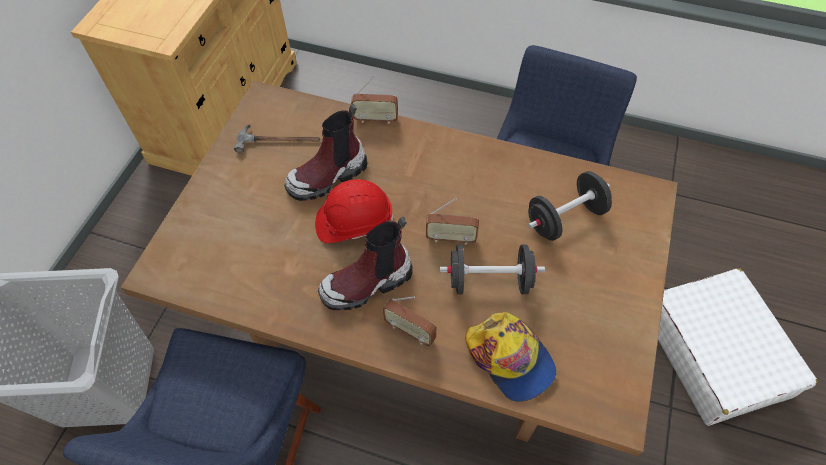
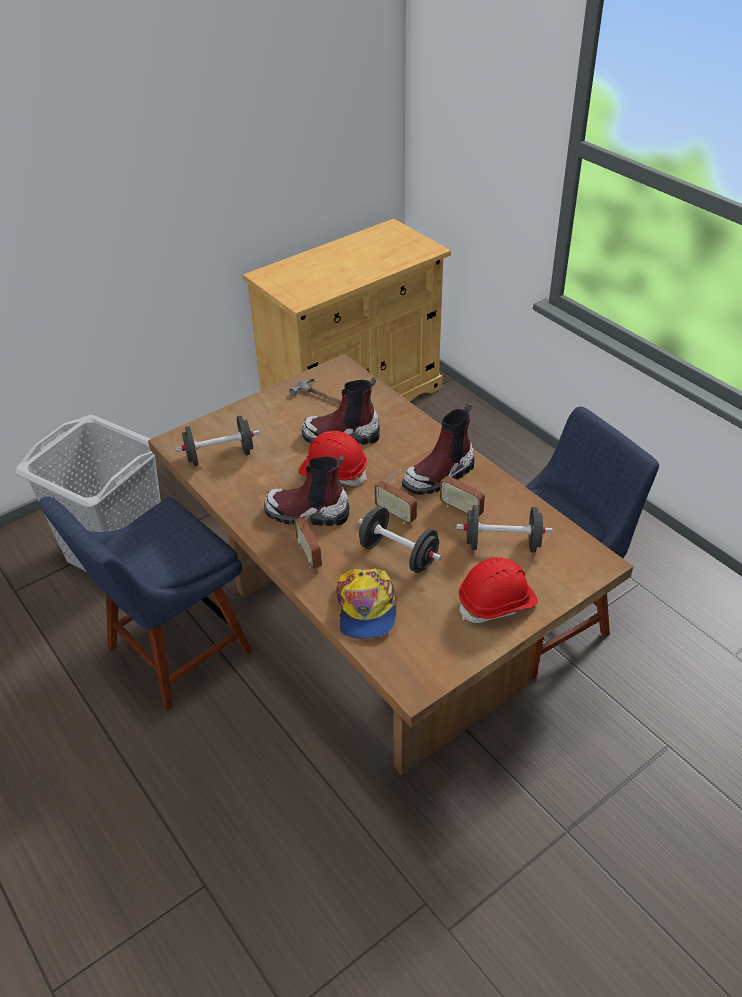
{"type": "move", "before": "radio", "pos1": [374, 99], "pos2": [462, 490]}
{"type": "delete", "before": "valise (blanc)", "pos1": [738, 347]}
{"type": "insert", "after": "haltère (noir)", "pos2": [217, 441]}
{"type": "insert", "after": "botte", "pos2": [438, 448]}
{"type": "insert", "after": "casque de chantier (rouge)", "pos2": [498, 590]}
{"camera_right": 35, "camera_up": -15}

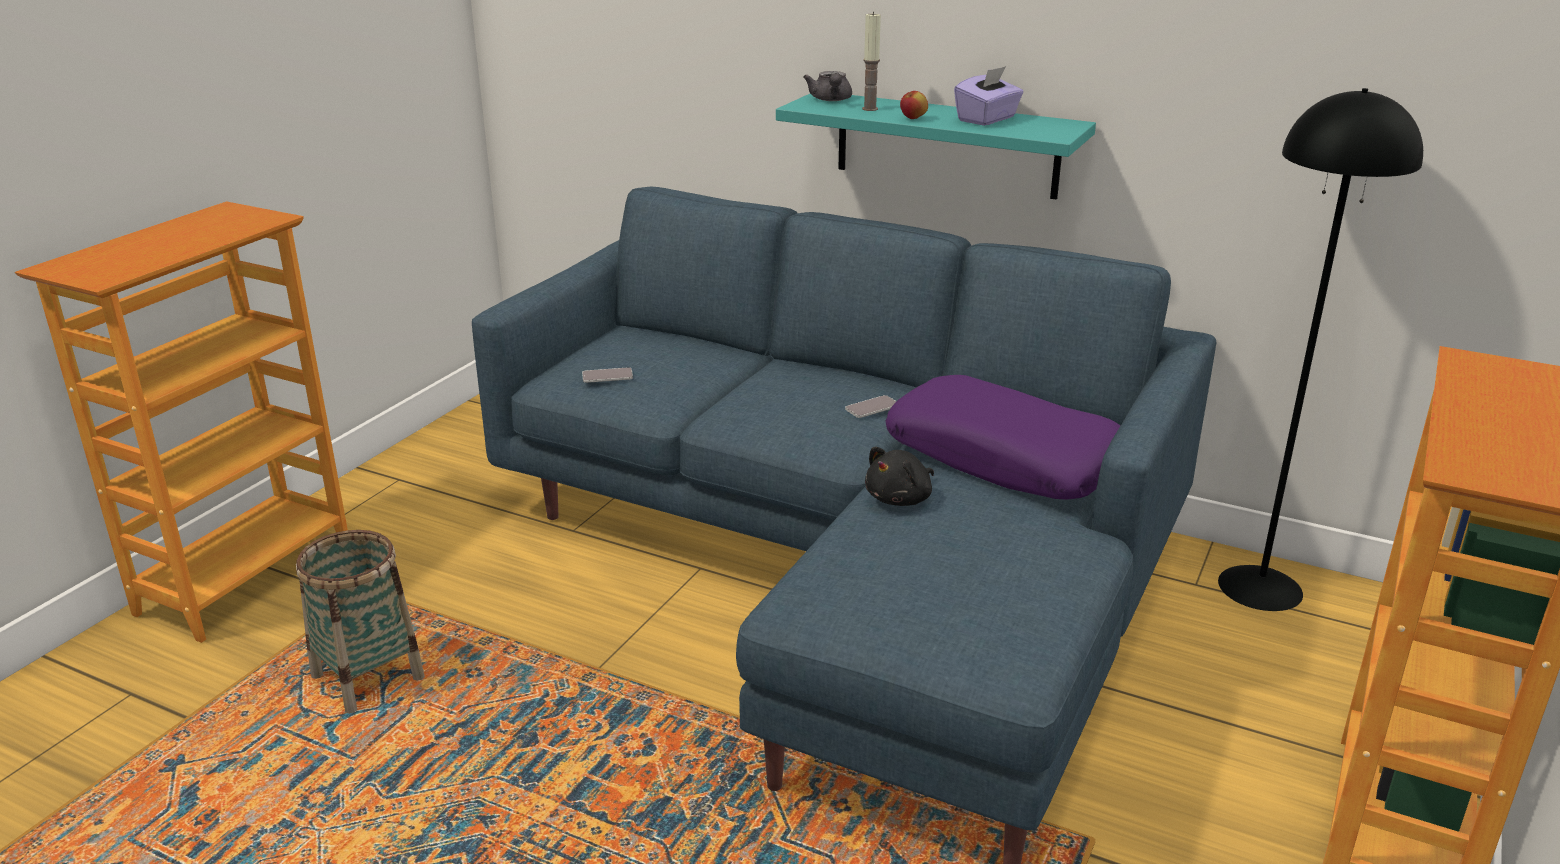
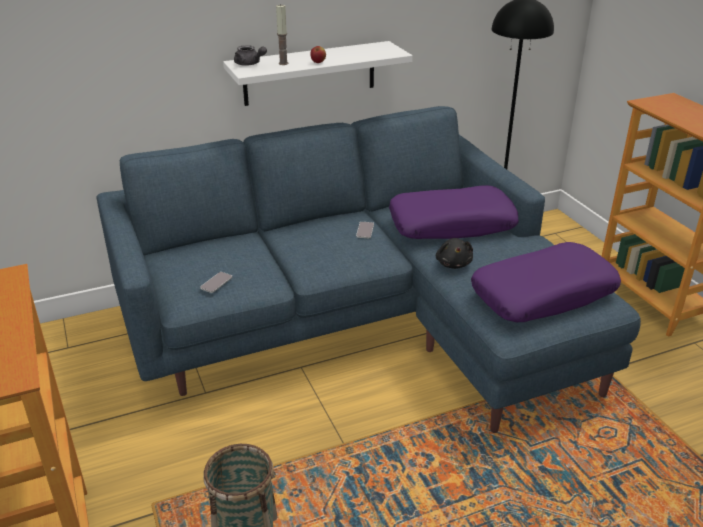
{"type": "recolor", "before": "étagère (turquoise)", "after": "étagère (blanc)", "pos1": [936, 147], "pos2": [318, 73]}
{"type": "delete", "before": "boîte à mouchoirs (violet)", "pos1": [989, 96]}
{"type": "insert", "after": "coussin (violet)", "pos2": [546, 282]}
{"camera_right": -50, "camera_up": 5}

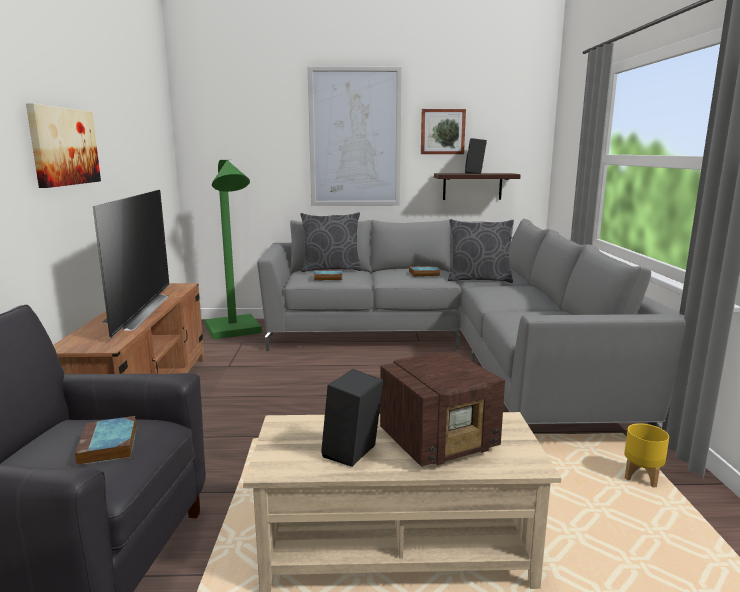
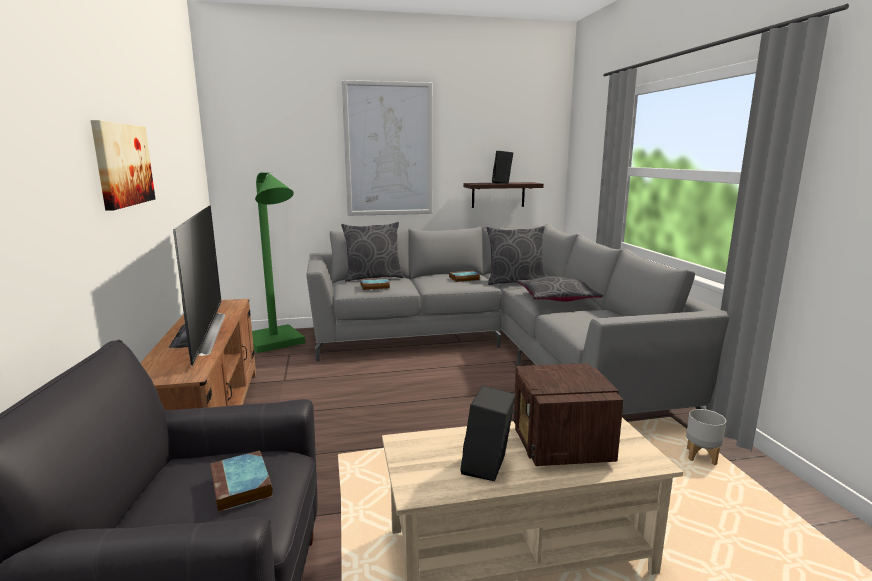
{"type": "rotate", "before": "radio", "pos1": [442, 409], "pos2": [568, 414], "turn": 120}
{"type": "delete", "before": "tableau", "pos1": [443, 131]}
{"type": "recolor", "before": "cache-pot (jaune)", "after": "cache-pot (gris)", "pos1": [646, 455], "pos2": [706, 437]}
{"type": "insert", "after": "coussin (gris)", "pos2": [559, 289]}
{"camera_right": -10, "camera_up": 0}

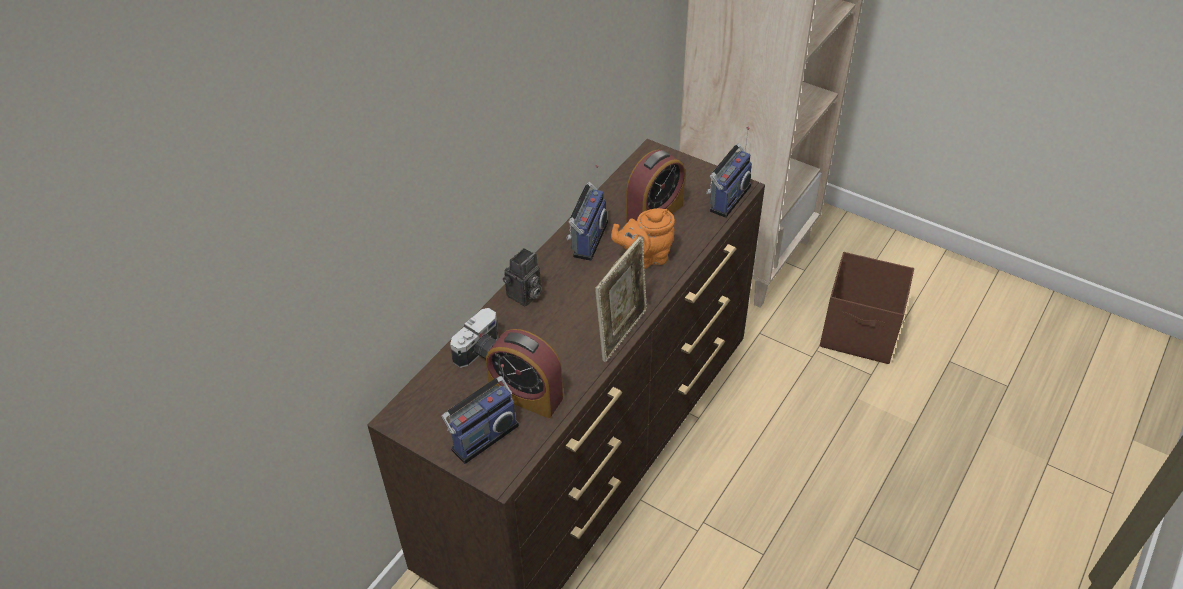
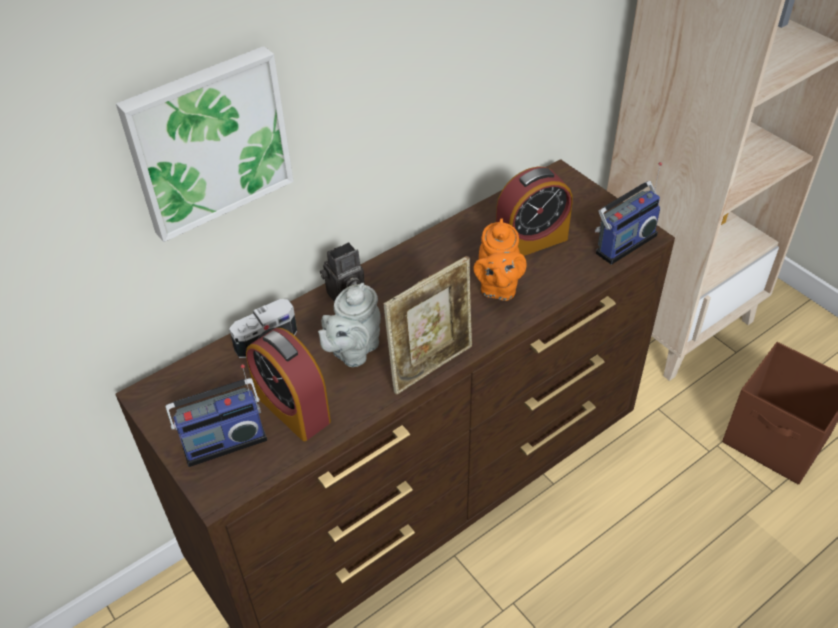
{"type": "delete", "before": "radio", "pos1": [587, 213]}
{"type": "rotate", "before": "théière (orange)", "pos1": [643, 238], "pos2": [500, 259], "turn": -90}
{"type": "insert", "after": "tableau", "pos2": [205, 144]}
{"type": "insert", "after": "théière (gris)", "pos2": [349, 325]}
{"camera_right": 20, "camera_up": 0}

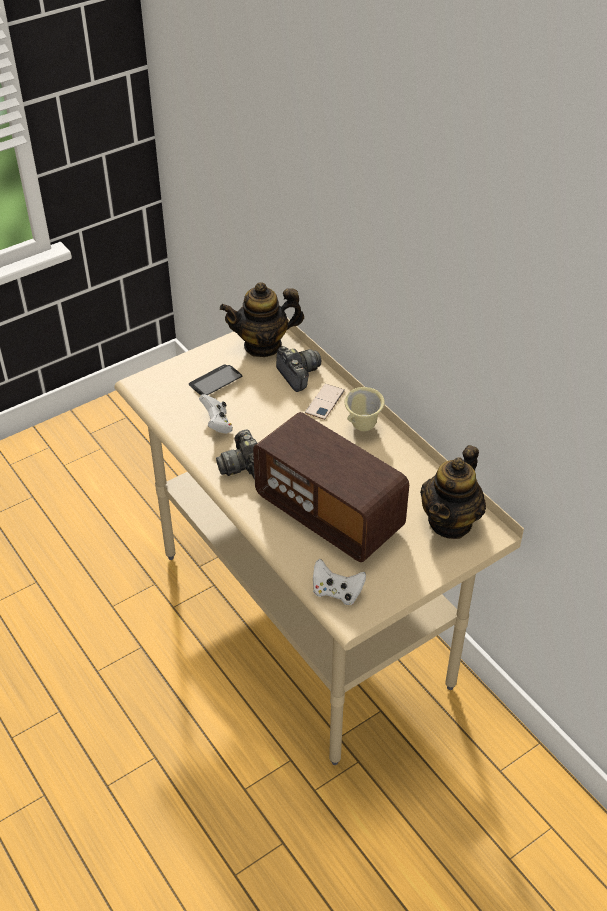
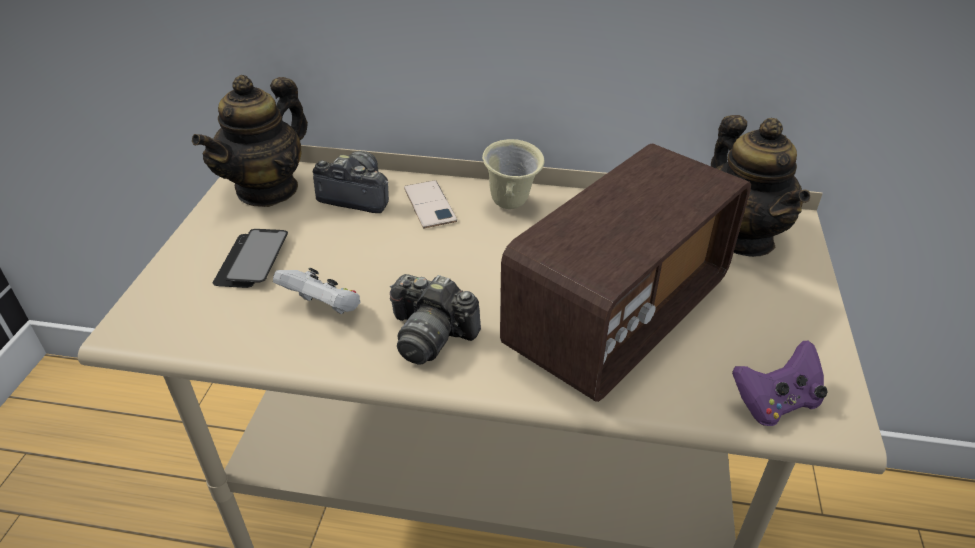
{"type": "rotate", "before": "radio", "pos1": [331, 487], "pos2": [625, 272], "turn": -45}
{"type": "recolor", "before": "manette (blanc)", "after": "manette (violet)", "pos1": [339, 582], "pos2": [780, 383]}
{"camera_right": -45, "camera_up": -5}

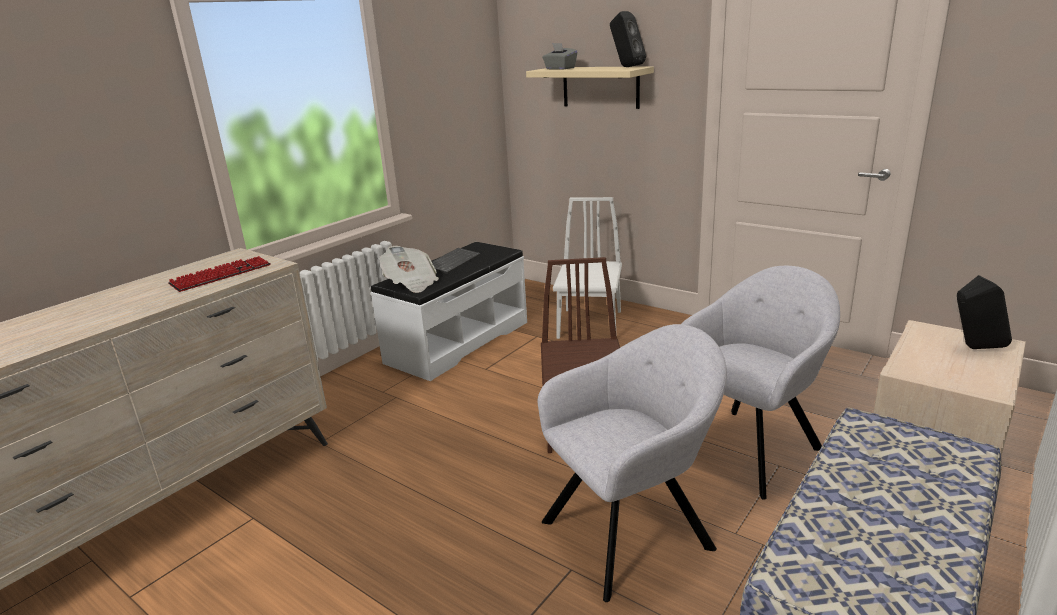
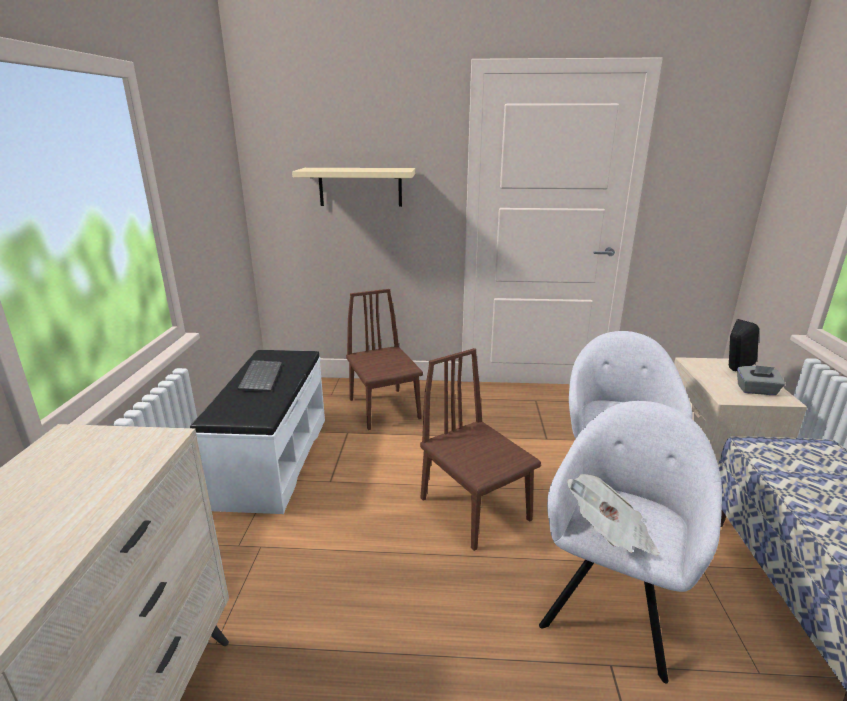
{"type": "delete", "before": "clavier", "pos1": [219, 274]}
{"type": "move", "before": "journal", "pos1": [409, 269], "pos2": [613, 515]}
{"type": "move", "before": "boîte à mouchoirs (gris)", "pos1": [560, 56], "pos2": [761, 380]}
{"type": "recolor", "before": "chaise (blanc)", "after": "chaise (marron)", "pos1": [587, 268], "pos2": [384, 359]}
{"type": "delete", "before": "enceinte (noir)", "pos1": [628, 39]}
{"camera_right": -35, "camera_up": 0}

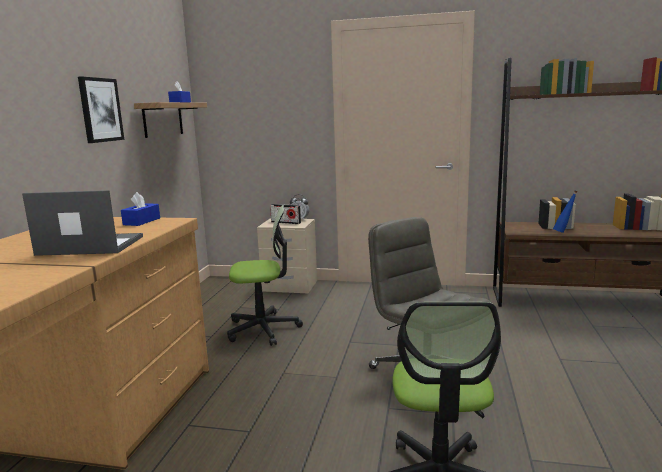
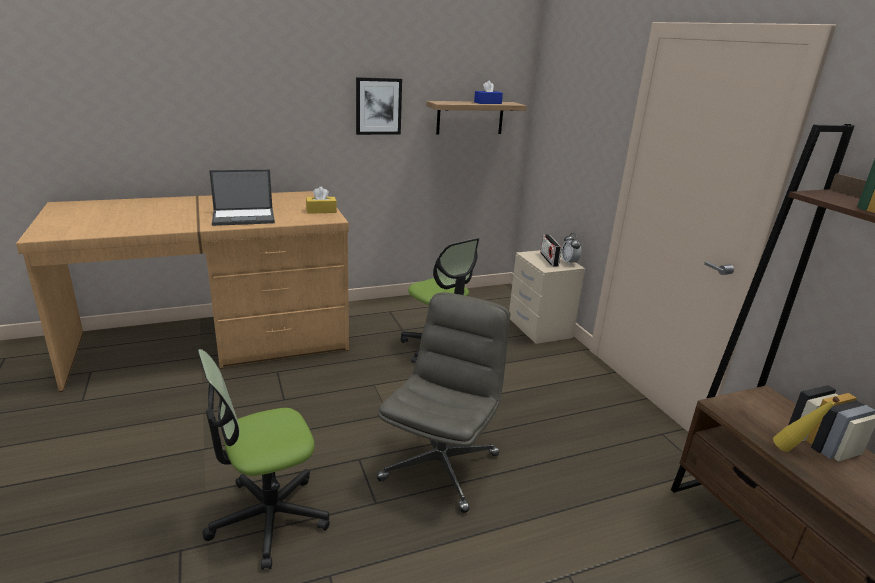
{"type": "rotate", "before": "ordinateur portable", "pos1": [82, 223], "pos2": [242, 197], "turn": 105}
{"type": "recolor", "before": "boîte à mouchoirs (bleu)", "after": "boîte à mouchoirs (jaune)", "pos1": [140, 209], "pos2": [321, 200]}
{"type": "recolor", "before": "bouteille (bleu)", "after": "bouteille (jaune)", "pos1": [565, 212], "pos2": [806, 424]}
{"camera_right": 55, "camera_up": 10}

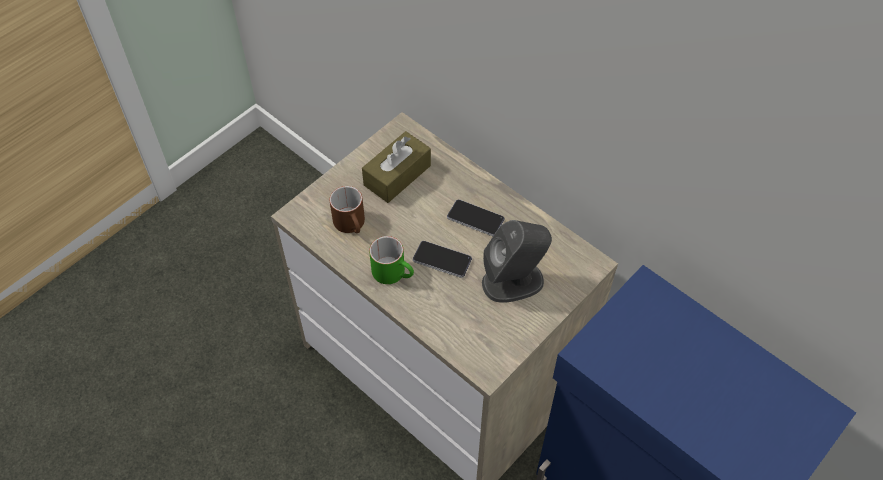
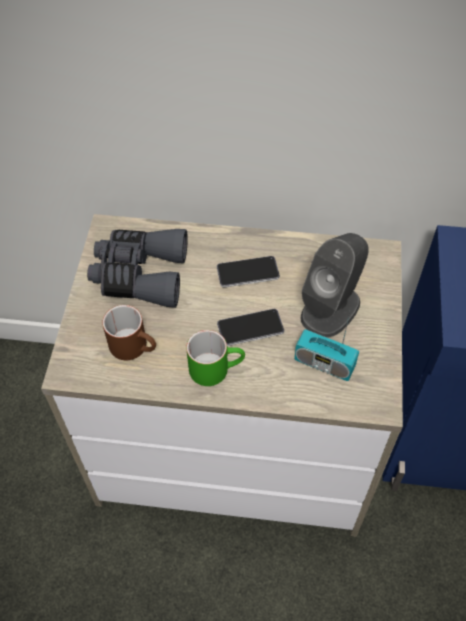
{"type": "replace", "before": "boîte à mouchoirs (marron)", "after": "jumelles (gris)", "pos1": [396, 167], "pos2": [137, 268]}
{"type": "insert", "after": "radio", "pos2": [326, 346]}
{"camera_right": -35, "camera_up": 0}

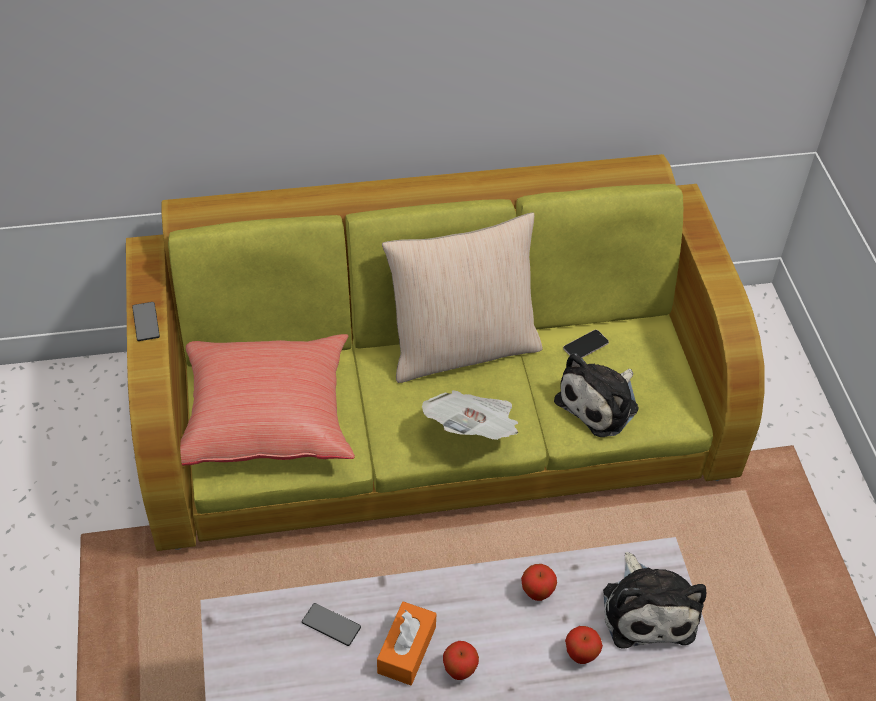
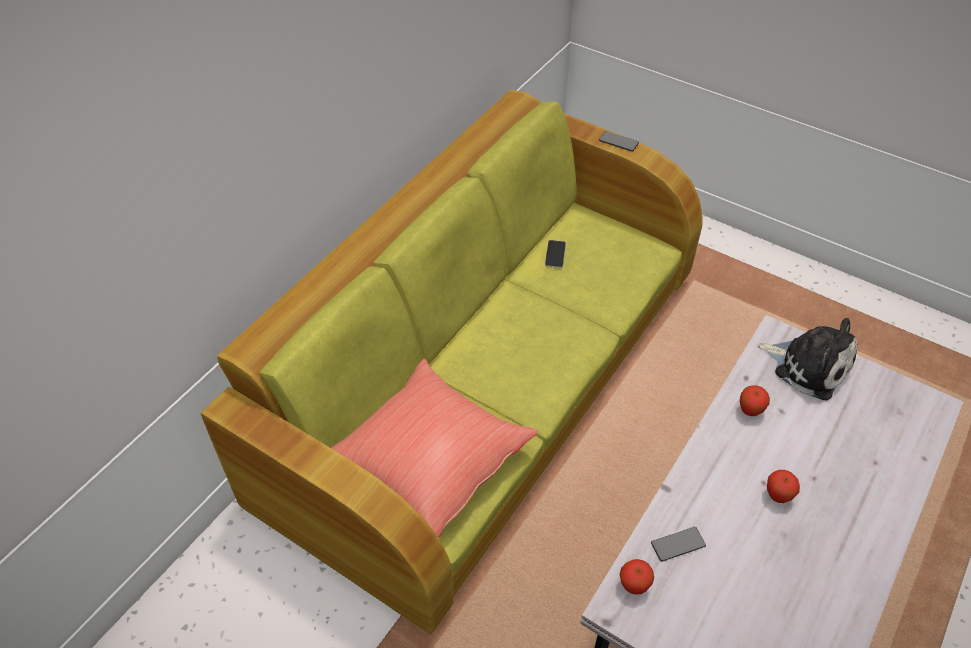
{"type": "move", "before": "téléphone", "pos1": [146, 321], "pos2": [619, 141]}
{"type": "delete", "before": "boîte à mouchoirs (orange)", "pos1": [407, 643]}
{"type": "delete", "before": "coussin (beige)", "pos1": [462, 297]}
{"type": "delete", "before": "journal", "pos1": [470, 415]}
{"type": "delete", "before": "peluche", "pos1": [596, 395]}
{"type": "move", "before": "pomme", "pos1": [584, 645], "pos2": [637, 577]}
{"camera_right": -45, "camera_up": 0}

